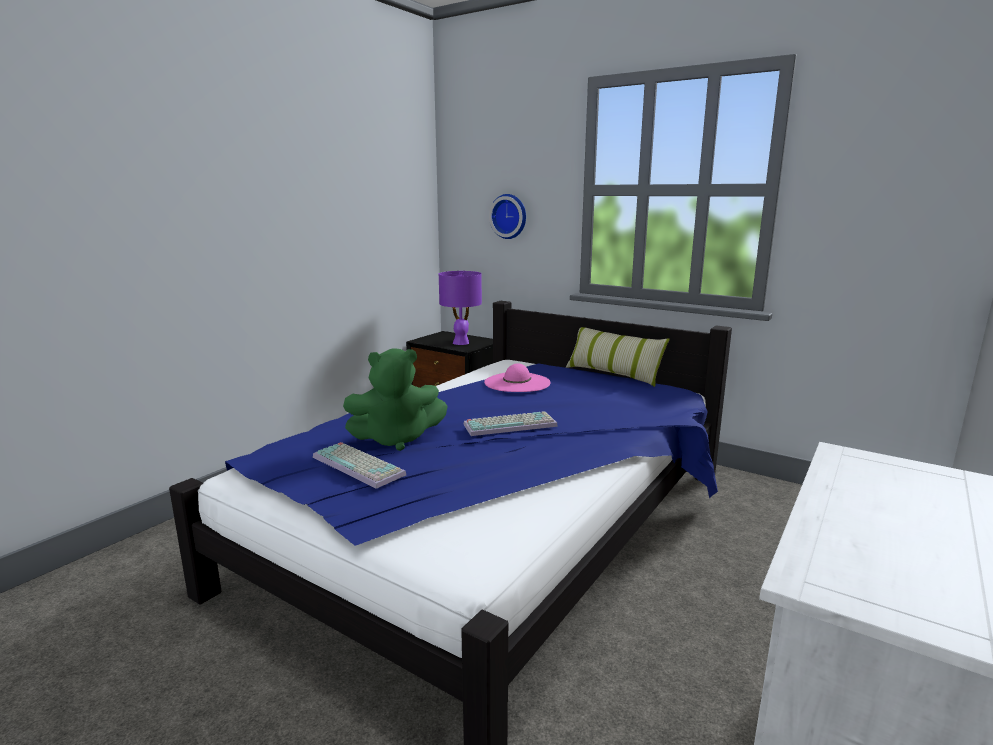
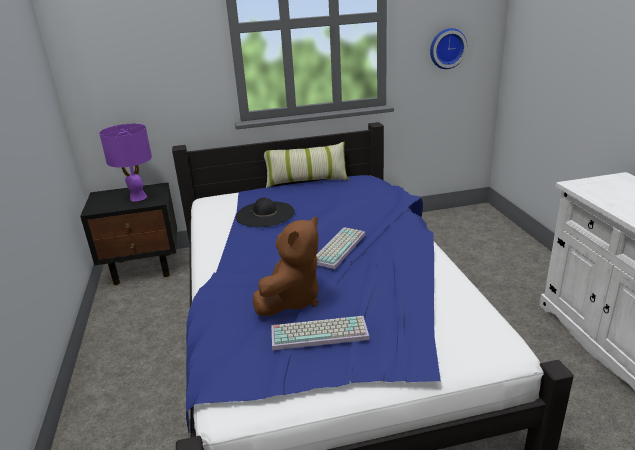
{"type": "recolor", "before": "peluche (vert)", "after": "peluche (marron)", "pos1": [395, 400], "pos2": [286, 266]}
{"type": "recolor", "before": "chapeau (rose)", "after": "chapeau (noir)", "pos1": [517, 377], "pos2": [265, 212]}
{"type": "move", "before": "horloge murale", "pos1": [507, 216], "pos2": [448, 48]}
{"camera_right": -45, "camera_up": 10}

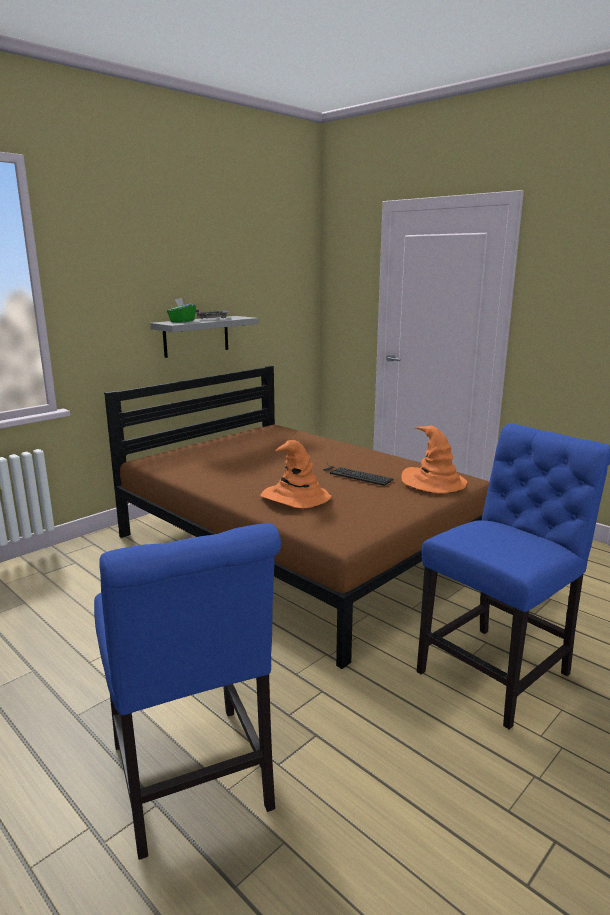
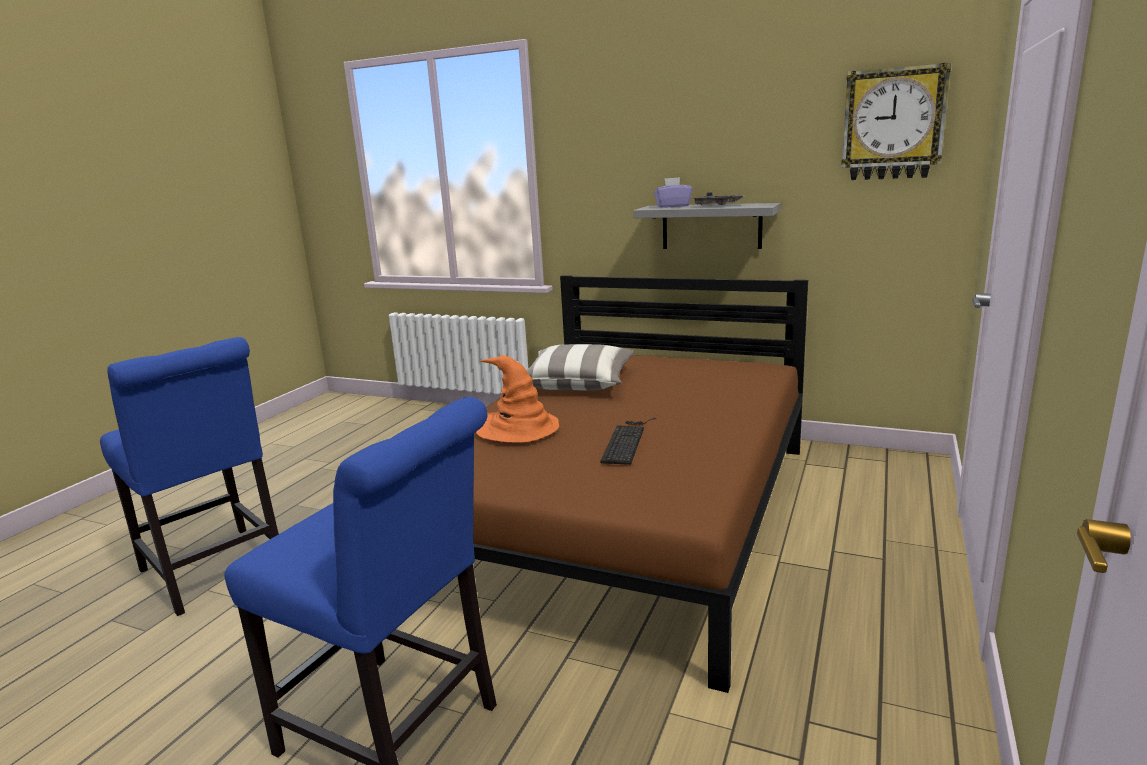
{"type": "rotate", "before": "chaise (bleu)", "pos1": [187, 691], "pos2": [189, 476], "turn": -90}
{"type": "recolor", "before": "boîte à mouchoirs (vert)", "after": "boîte à mouchoirs (violet)", "pos1": [181, 310], "pos2": [673, 192]}
{"type": "delete", "before": "chapeau (orange)", "pos1": [434, 459]}
{"type": "insert", "after": "coussin", "pos2": [580, 367]}
{"type": "insert", "after": "horloge murale", "pos2": [896, 121]}
{"camera_right": 70, "camera_up": 0}

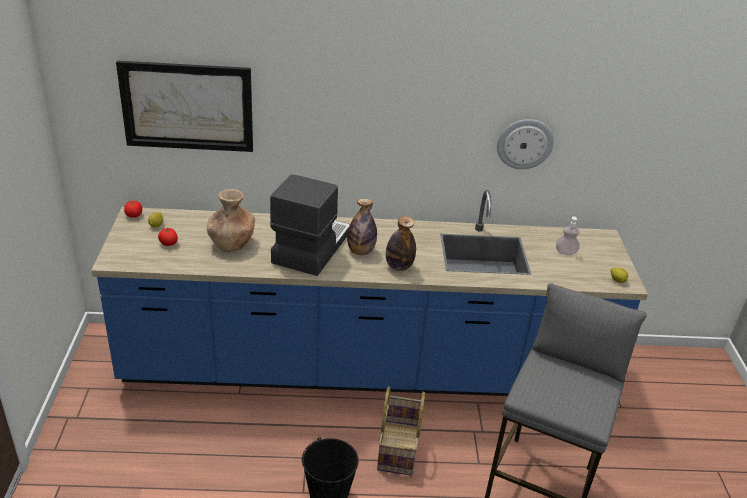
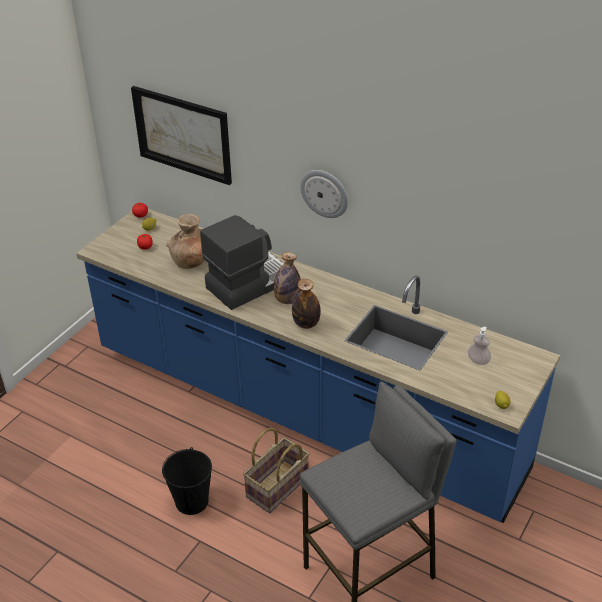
{"type": "move", "before": "horloge murale", "pos1": [525, 144], "pos2": [324, 194]}
{"camera_right": 35, "camera_up": 5}

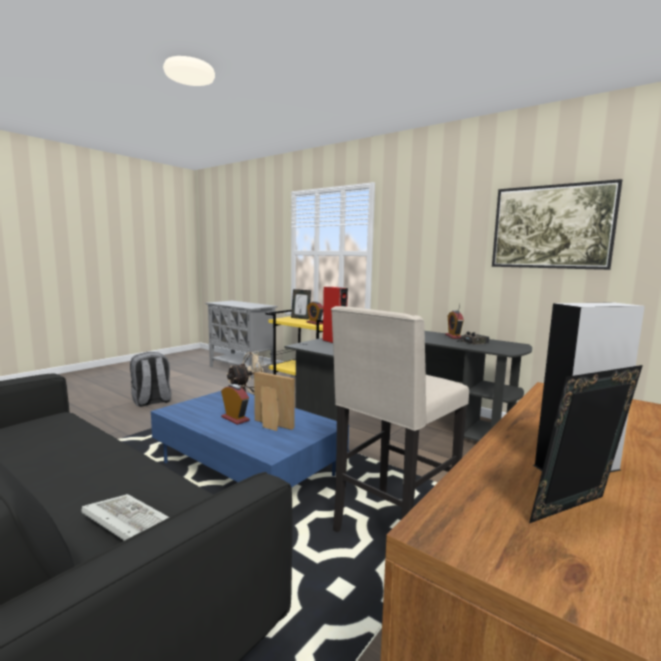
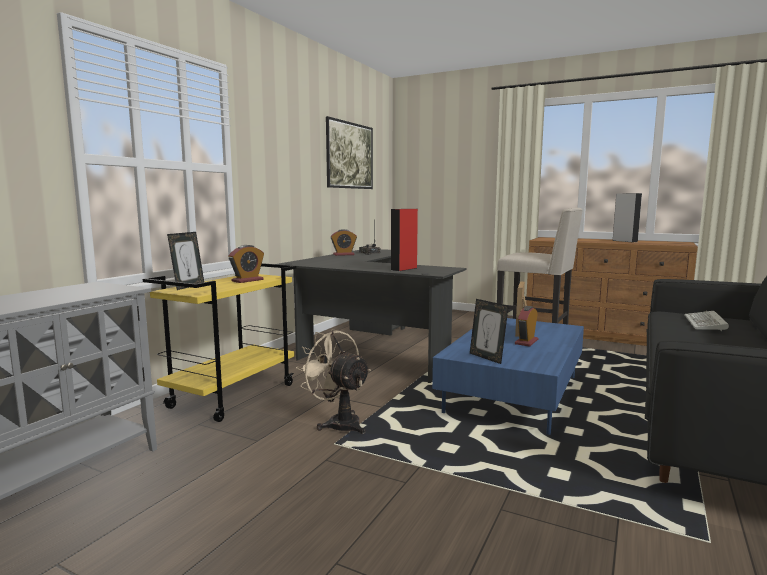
{"type": "delete", "before": "sac à dos (gris)", "pos1": [150, 379]}
{"type": "move", "before": "cadre photo", "pos1": [586, 444], "pos2": [489, 331]}
{"camera_right": -100, "camera_up": 0}

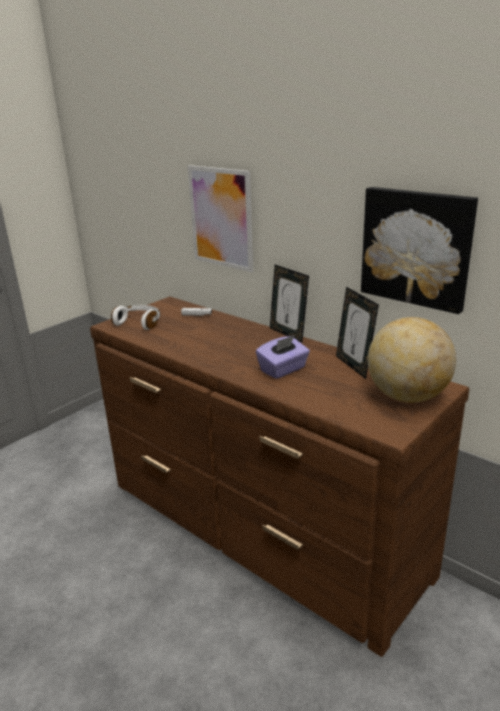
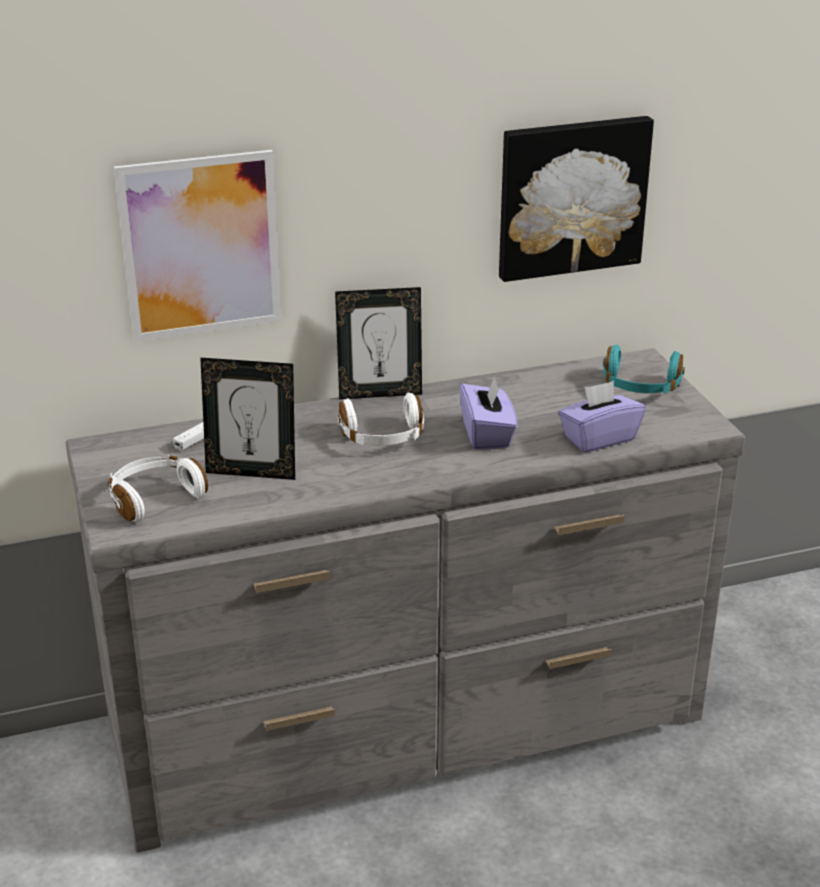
{"type": "recolor", "before": "commode (marron)", "after": "commode (gris)", "pos1": [279, 476], "pos2": [405, 600]}
{"type": "move", "before": "cadre photo", "pos1": [357, 333], "pos2": [247, 419]}
{"type": "replace", "before": "globe", "after": "casque audio (turquoise)", "pos1": [412, 360], "pos2": [644, 369]}
{"type": "insert", "after": "casque audio (blanc)", "pos2": [381, 419]}
{"type": "insert", "after": "boîte à mouchoirs (violet)", "pos2": [602, 416]}
{"camera_right": -60, "camera_up": 5}

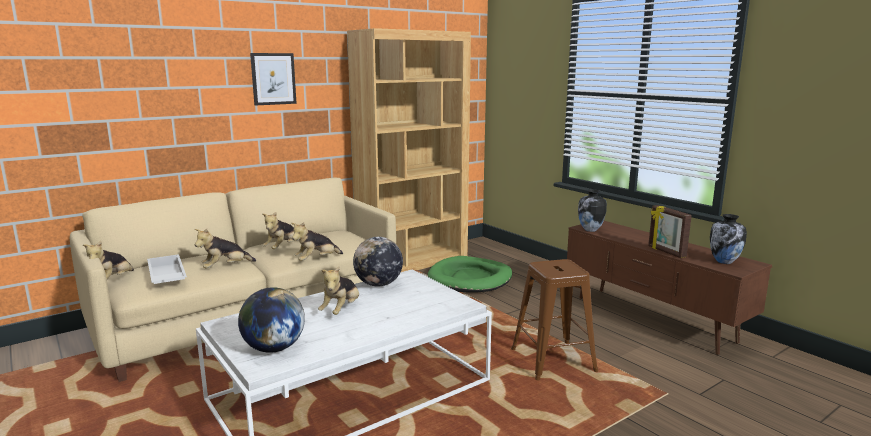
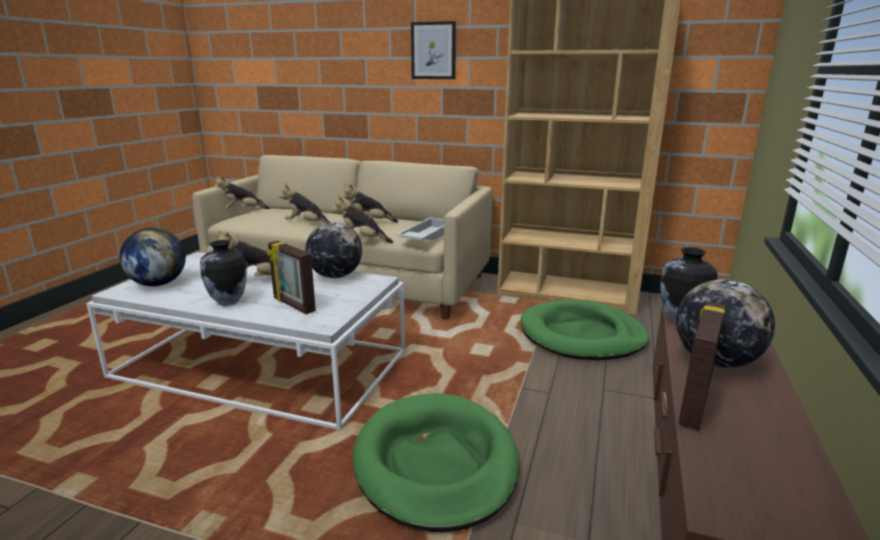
{"type": "move", "before": "plateau (blanc)", "pos1": [167, 269], "pos2": [420, 229]}
{"type": "replace", "before": "tabouret (marron)", "after": "panier pour chien (vert)", "pos1": [554, 319], "pos2": [436, 462]}
{"type": "move", "before": "vase", "pos1": [728, 239], "pos2": [223, 273]}
{"type": "insert", "after": "cadre photo", "pos2": [291, 277]}
{"type": "insert", "after": "globe", "pos2": [725, 323]}
{"camera_right": 55, "camera_up": 5}

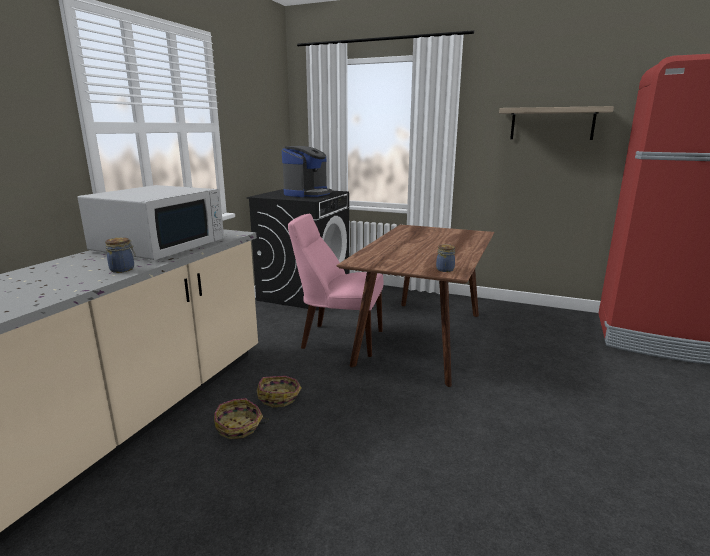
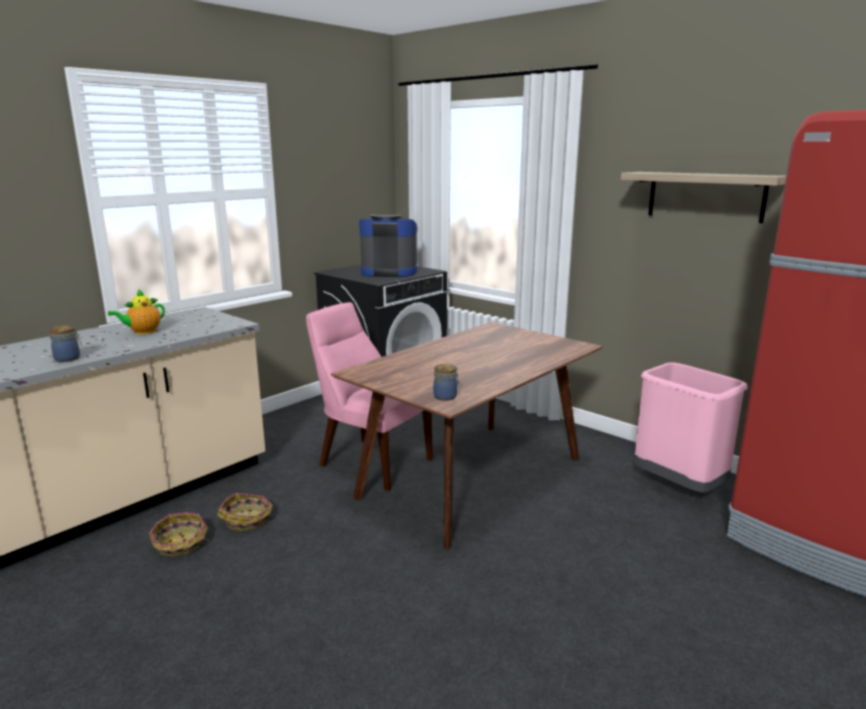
{"type": "replace", "before": "micro-ondes (blanc)", "after": "théière", "pos1": [151, 222], "pos2": [136, 311]}
{"type": "rotate", "before": "machine à café", "pos1": [307, 171], "pos2": [388, 246], "turn": -135}
{"type": "insert", "after": "poubelle (rose)", "pos2": [691, 427]}
{"camera_right": 20, "camera_up": 0}

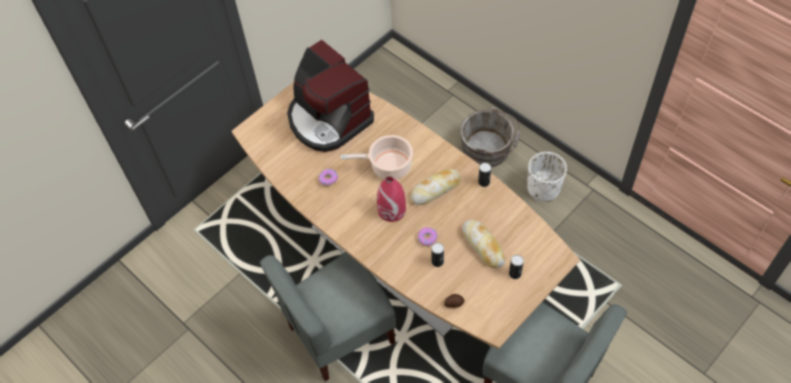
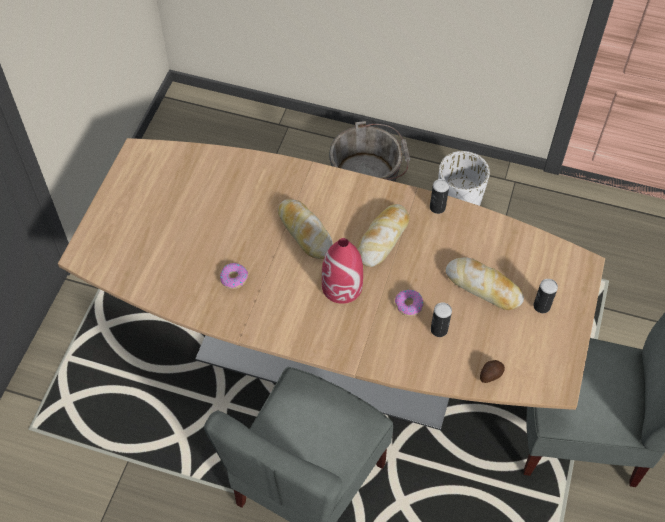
{"type": "delete", "before": "machine à café", "pos1": [330, 96]}
{"type": "replace", "before": "marmite", "after": "pain", "pos1": [377, 157], "pos2": [305, 229]}
{"camera_right": -30, "camera_up": 0}

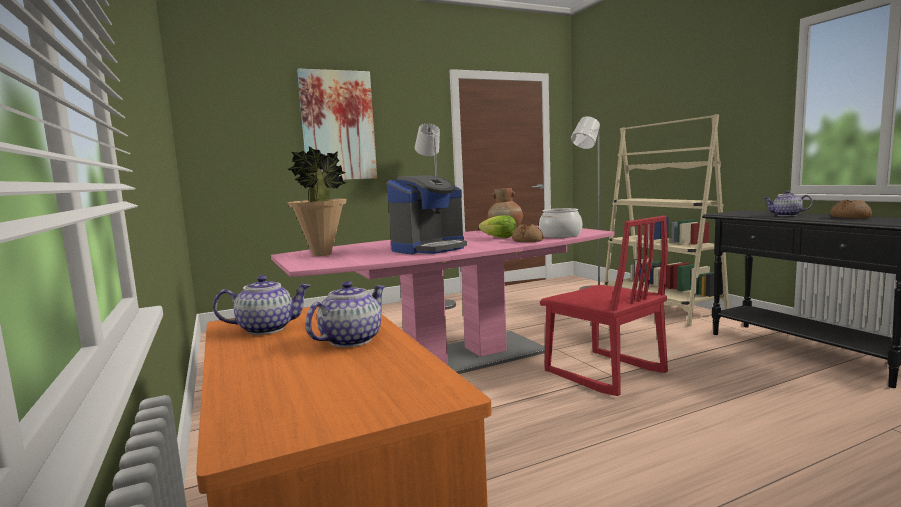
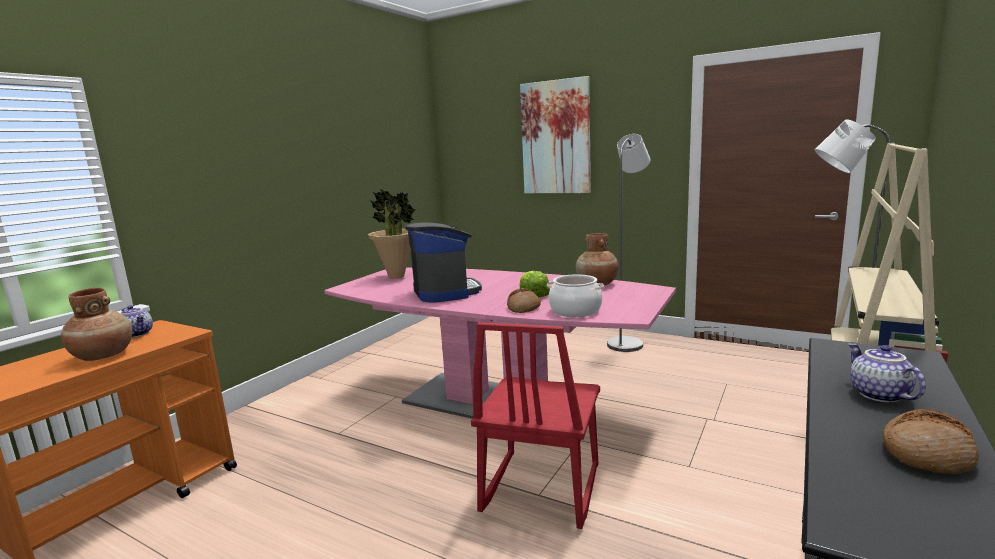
{"type": "replace", "before": "théière", "after": "vase (marron)", "pos1": [346, 314], "pos2": [96, 324]}
{"type": "rotate", "before": "machine à café", "pos1": [427, 214], "pos2": [443, 262], "turn": -120}
{"camera_right": 55, "camera_up": 5}

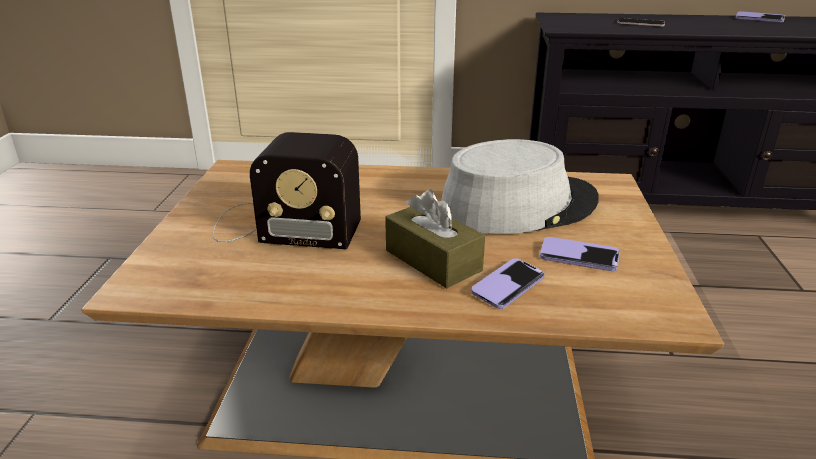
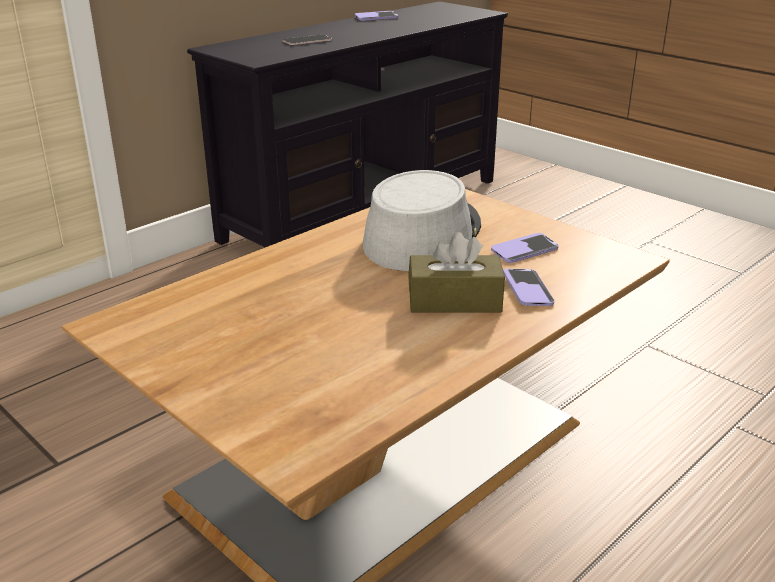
{"type": "delete", "before": "radio", "pos1": [287, 190]}
{"camera_right": -50, "camera_up": 0}

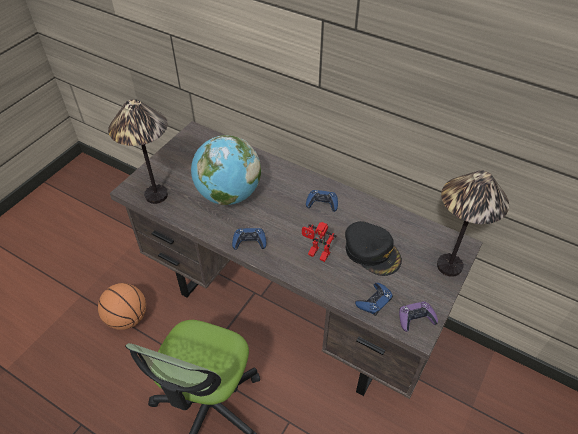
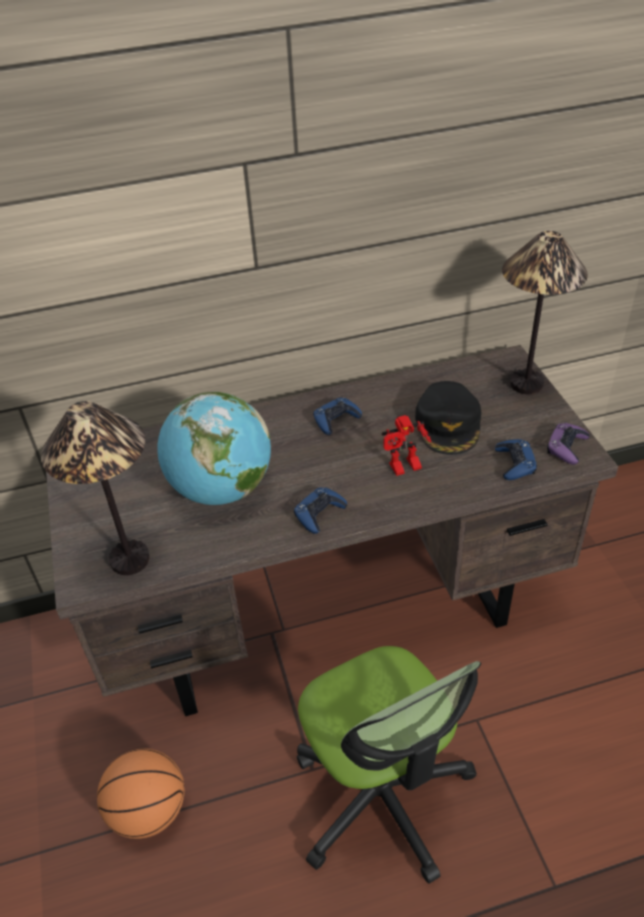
{"type": "rotate", "before": "casquette (noir)", "pos1": [373, 248], "pos2": [448, 418], "turn": 90}
{"camera_right": -45, "camera_up": -5}

